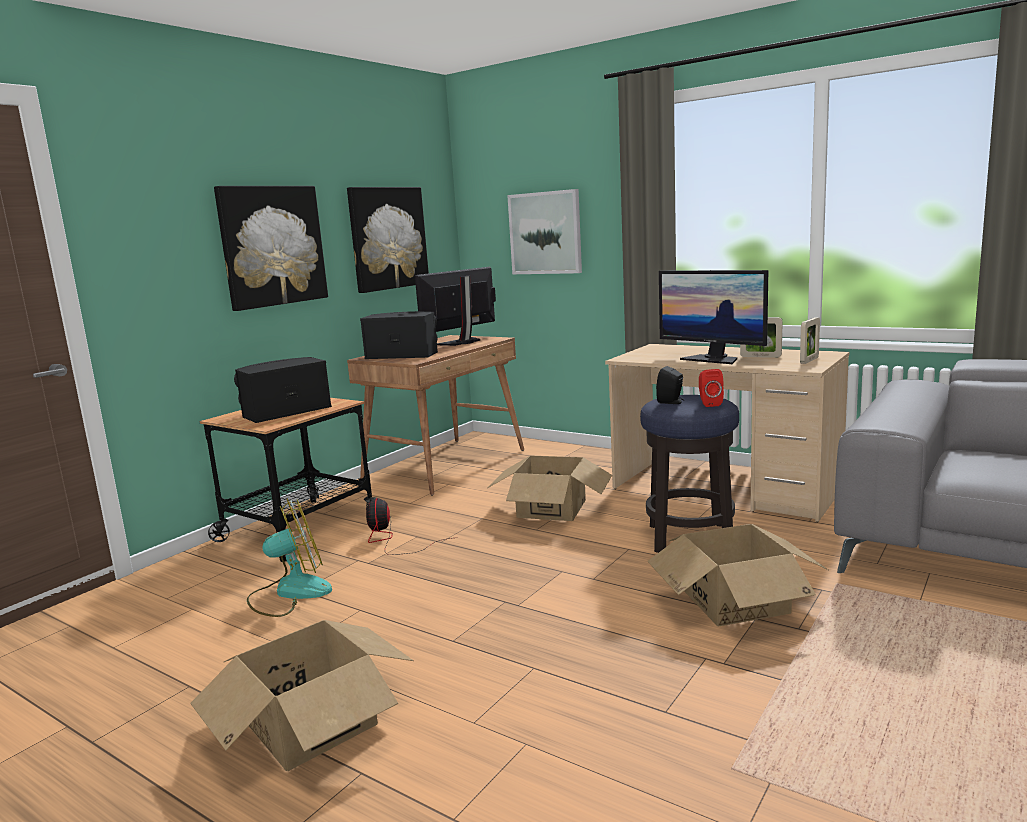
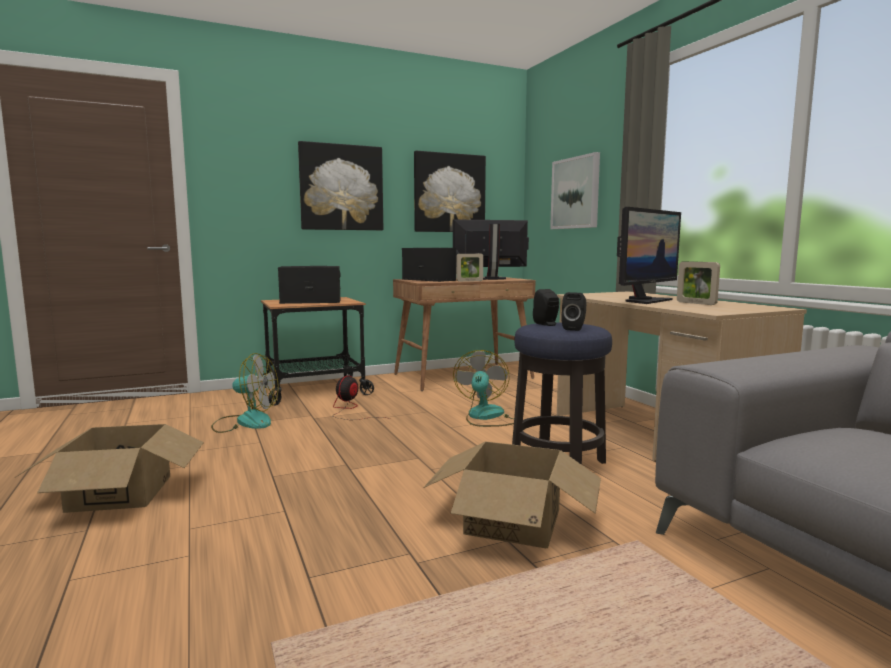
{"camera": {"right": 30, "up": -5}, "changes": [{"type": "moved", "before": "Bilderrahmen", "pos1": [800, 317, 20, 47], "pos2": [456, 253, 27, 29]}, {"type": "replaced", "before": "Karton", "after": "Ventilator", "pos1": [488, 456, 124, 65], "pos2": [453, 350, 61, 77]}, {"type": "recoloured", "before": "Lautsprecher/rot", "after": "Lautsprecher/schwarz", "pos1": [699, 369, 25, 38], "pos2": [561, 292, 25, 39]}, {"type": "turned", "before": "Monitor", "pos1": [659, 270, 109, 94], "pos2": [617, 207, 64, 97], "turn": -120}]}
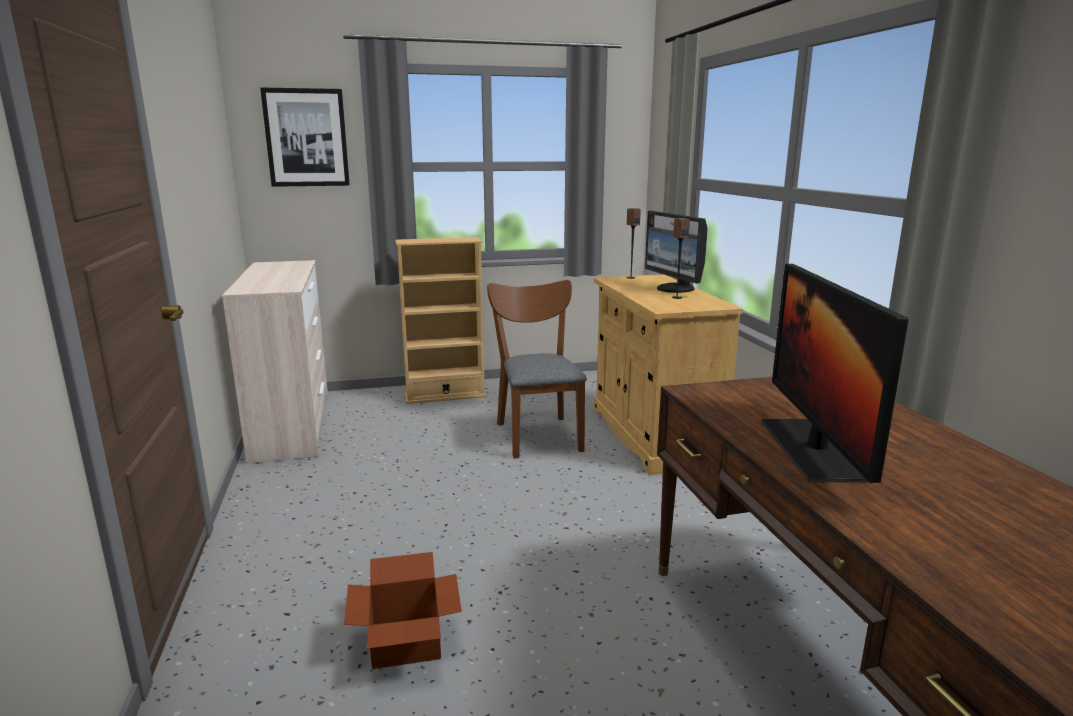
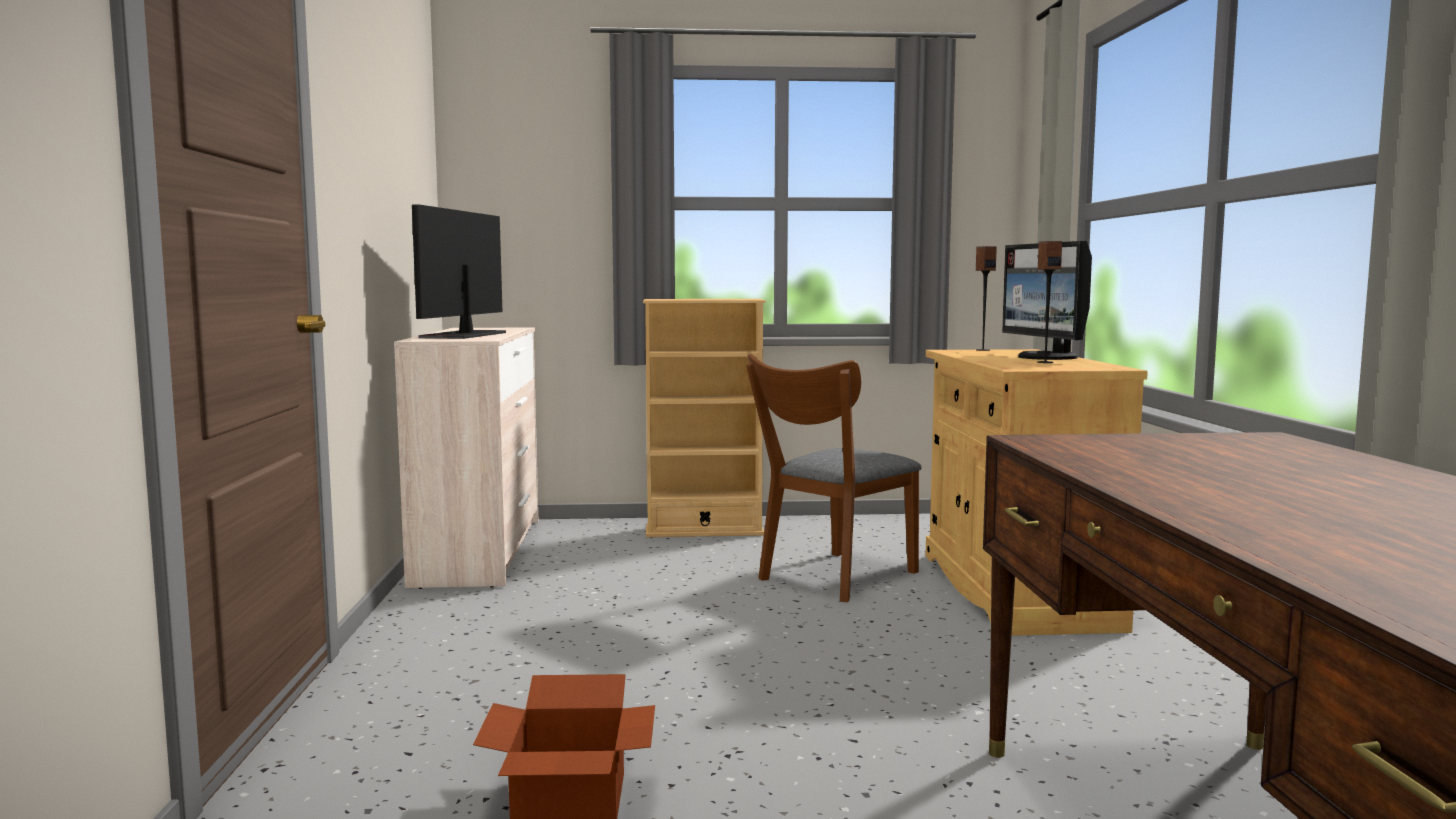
{"camera": {"right": 10, "up": -10}, "changes": [{"type": "removed", "before": "Bild", "pos1": [260, 87, 90, 100]}, {"type": "moved", "before": "Monitor", "pos1": [761, 264, 148, 219], "pos2": [412, 204, 94, 135]}, {"type": "turned", "before": "Stuhl/braun", "pos1": [487, 280, 100, 179], "pos2": [746, 353, 175, 249], "turn": -135}]}
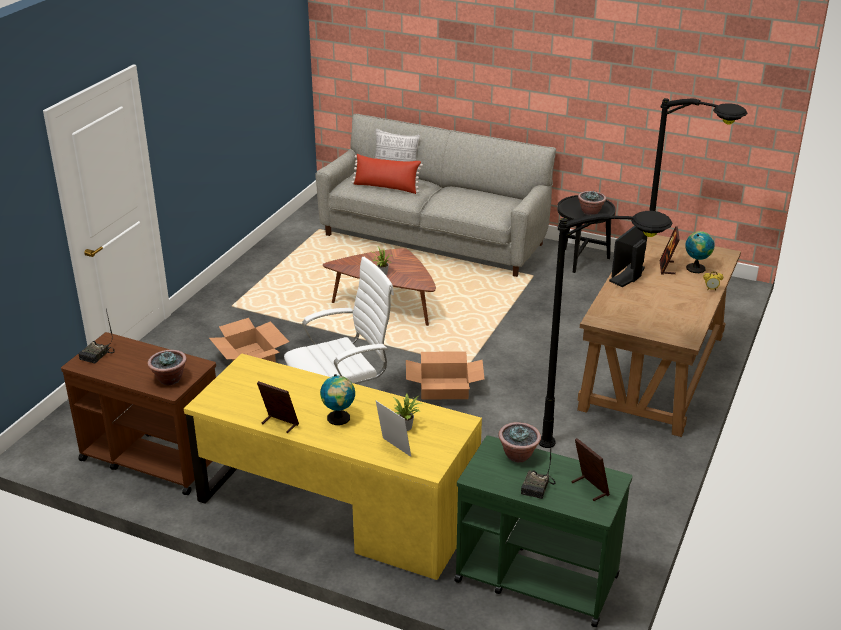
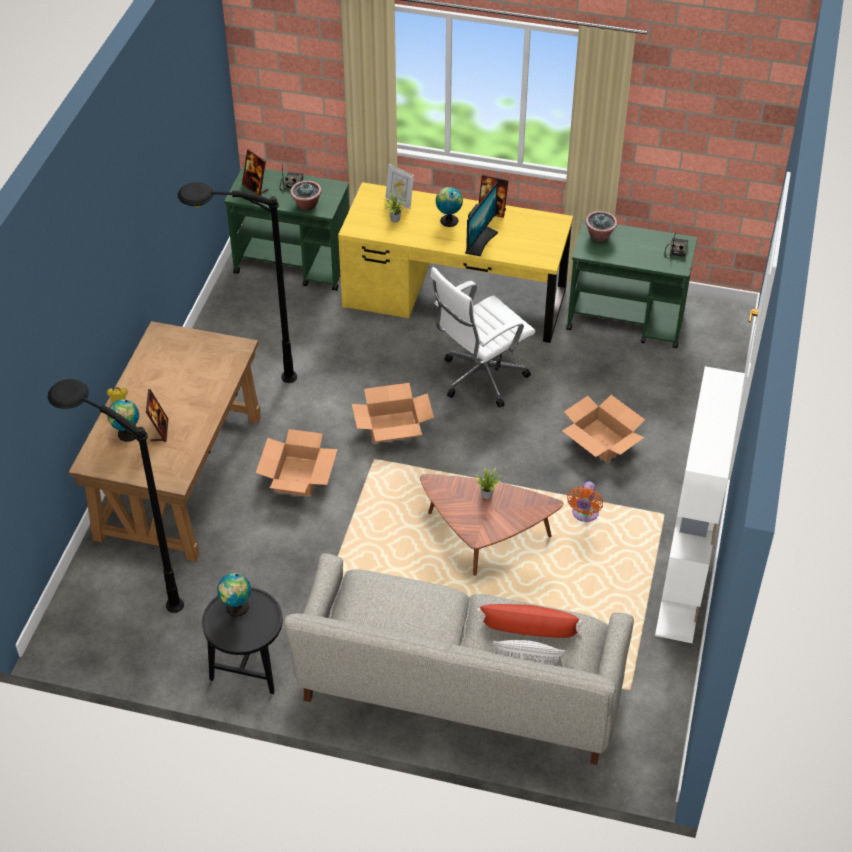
{"camera": {"right": 170, "up": 15}, "changes": [{"type": "added", "after": "Karton", "pos2": [256, 429, 82, 68]}, {"type": "added", "after": "Ventilator/orange", "pos2": [567, 481, 36, 41]}, {"type": "added", "after": "Bücherregal/weiß", "pos2": [655, 366, 90, 277]}, {"type": "moved", "before": "Monitor", "pos1": [609, 225, 38, 62], "pos2": [465, 182, 33, 74]}, {"type": "replaced", "before": "Topfpflanze", "after": "Globus", "pos1": [578, 191, 28, 24], "pos2": [217, 573, 34, 44]}, {"type": "recoloured", "before": "Rollwagen/braun", "after": "Rollwagen/grün", "pos1": [61, 332, 155, 163], "pos2": [566, 219, 131, 129]}]}
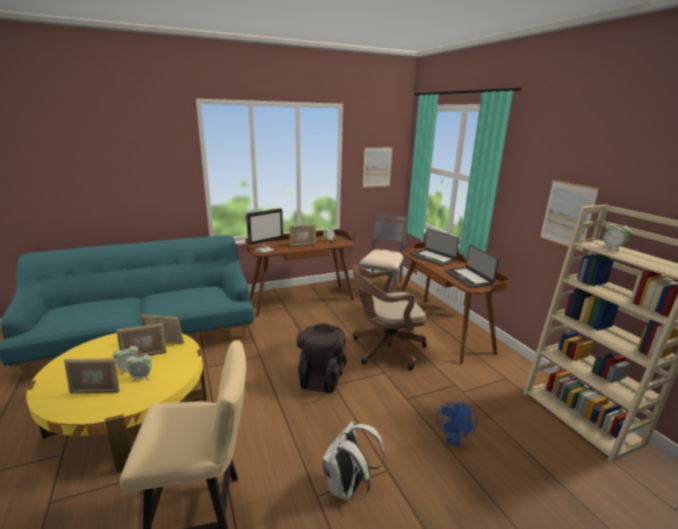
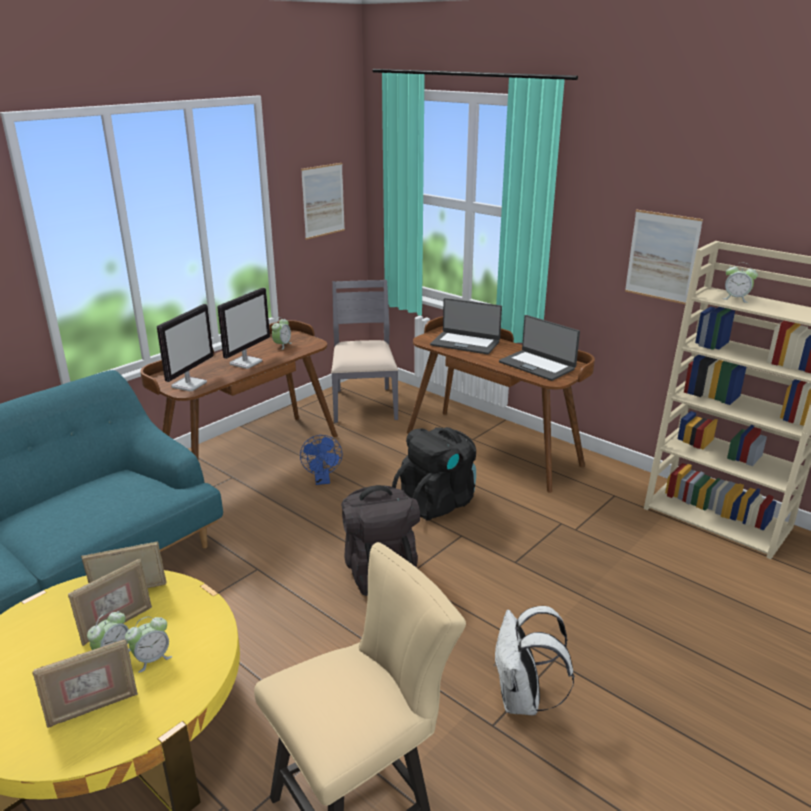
{"camera": {"right": -25, "up": 5}, "changes": [{"type": "moved", "before": "Ventilator/blau", "pos1": [437, 401, 40, 45], "pos2": [300, 435, 43, 50]}, {"type": "replaced", "before": "Bilderrahmen", "after": "Monitor", "pos1": [289, 224, 27, 23], "pos2": [217, 288, 53, 81]}, {"type": "replaced", "before": "Bürostuhl/braun", "after": "Rucksack/schwarz", "pos1": [352, 265, 75, 105], "pos2": [392, 427, 84, 94]}]}
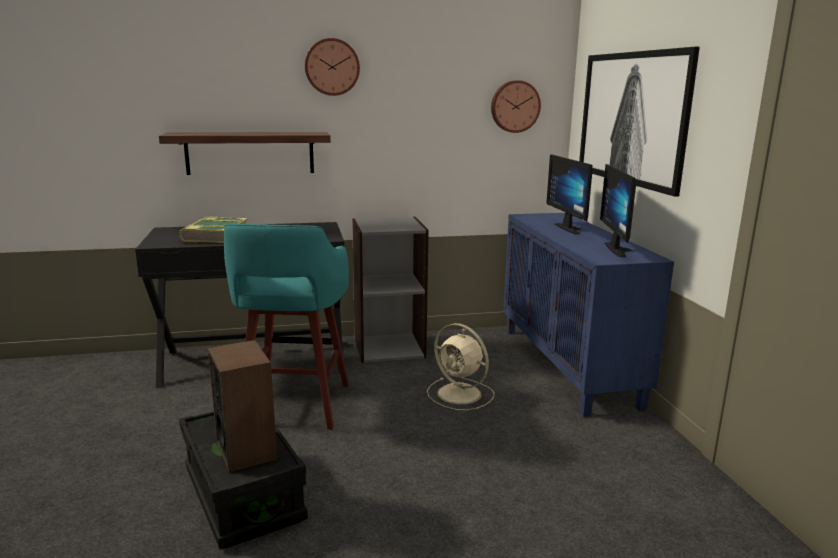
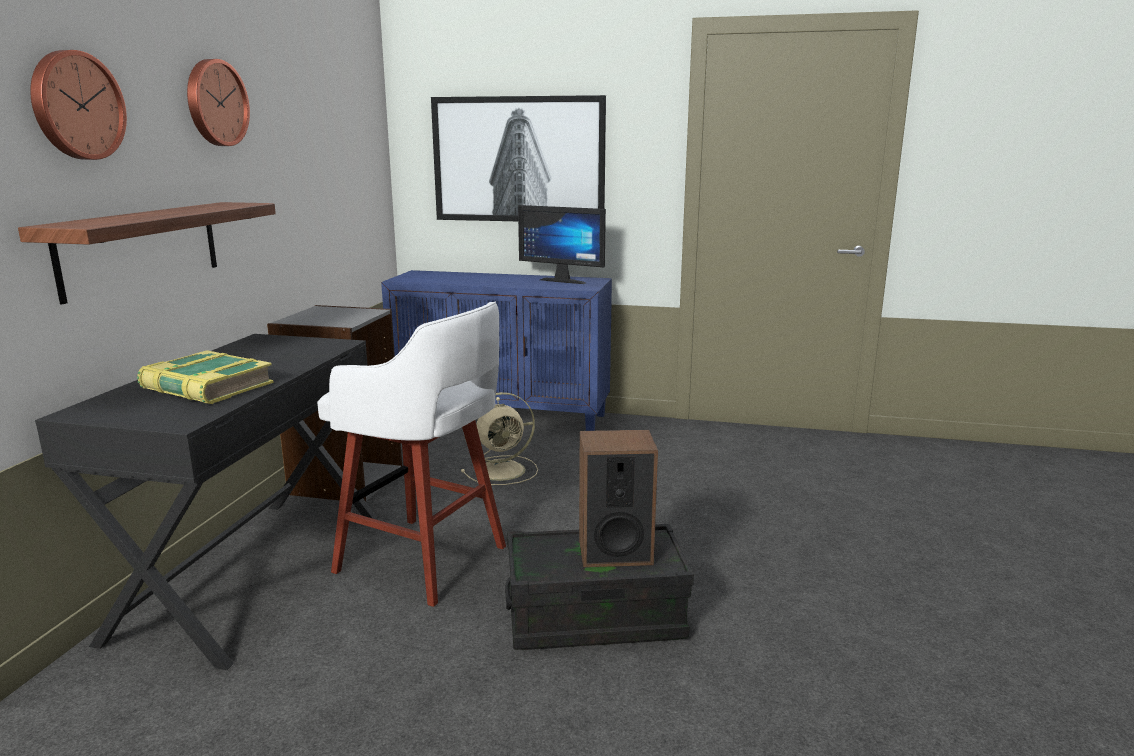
{"camera": {"right": -65, "up": 0}, "changes": [{"type": "removed", "before": "Monitor", "pos1": [546, 154, 47, 81]}, {"type": "moved", "before": "Wanduhr", "pos1": [491, 80, 50, 53], "pos2": [30, 50, 97, 110]}, {"type": "recoloured", "before": "Hocker/türkis", "after": "Hocker/weiß", "pos1": [224, 224, 125, 206], "pos2": [317, 302, 189, 305]}]}
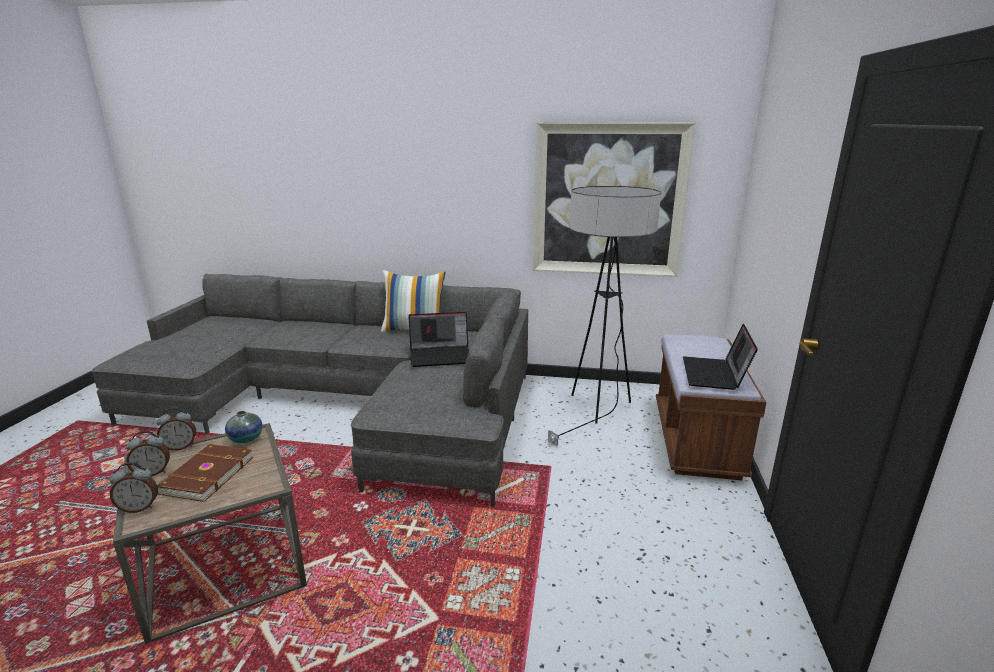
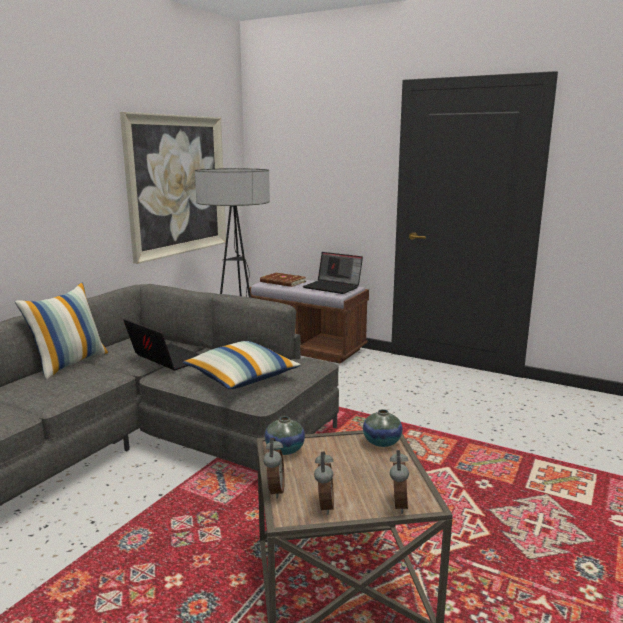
{"camera": {"right": -70, "up": -5}, "changes": [{"type": "added", "after": "Kissen", "pos2": [183, 341, 118, 48]}, {"type": "added", "after": "Vase", "pos2": [363, 409, 40, 38]}, {"type": "moved", "before": "Buch/braun", "pos1": [157, 444, 97, 58], "pos2": [260, 273, 46, 14]}, {"type": "turned", "before": "Laptop", "pos1": [408, 312, 61, 55], "pos2": [123, 319, 77, 51], "turn": -60}]}
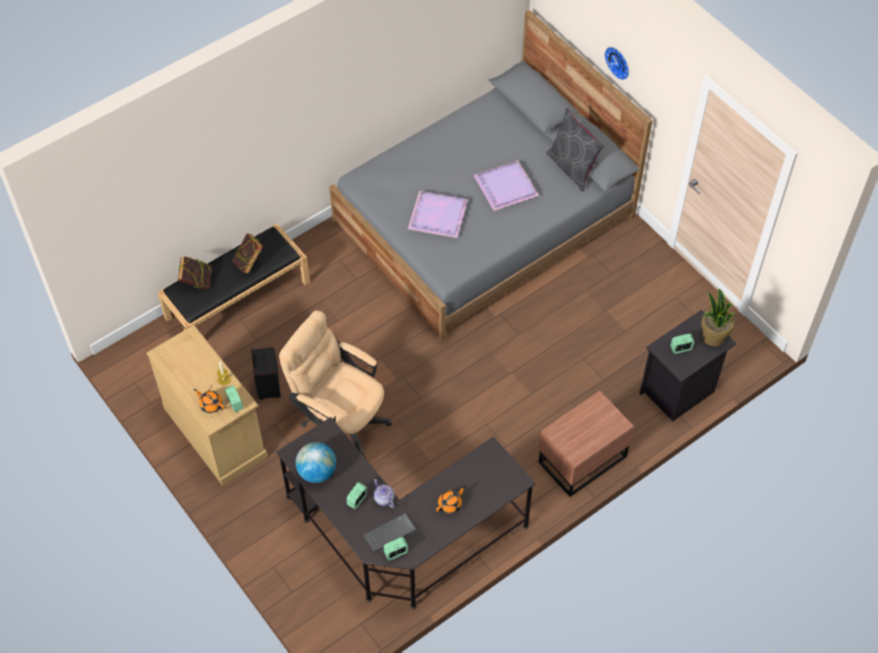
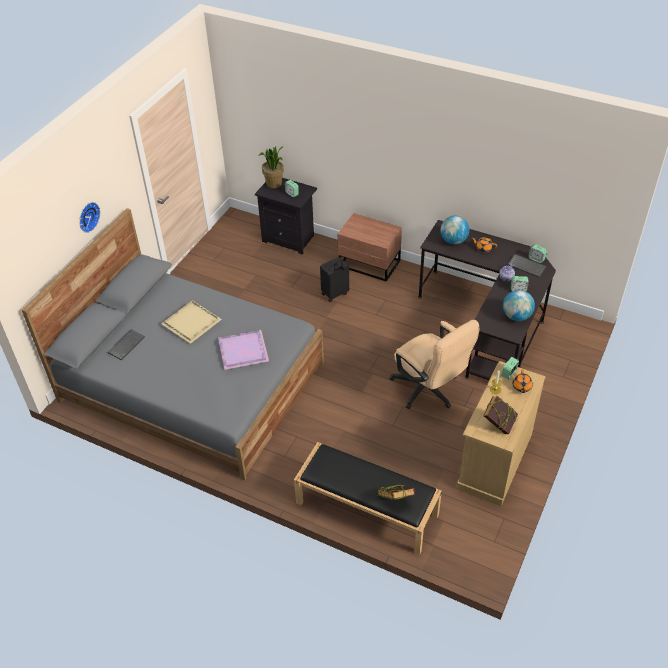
{"camera": {"right": -115, "up": -10}, "changes": [{"type": "removed", "before": "Kissen/grau", "pos1": [546, 108, 58, 83]}, {"type": "added", "after": "Tastatur", "pos2": [108, 329, 37, 31]}, {"type": "added", "after": "Globus", "pos2": [441, 216, 28, 28]}, {"type": "moved", "before": "Buch", "pos1": [233, 233, 30, 41], "pos2": [483, 396, 35, 38]}, {"type": "moved", "before": "Koffer/schwarz", "pos1": [251, 347, 30, 53], "pos2": [320, 257, 29, 45]}, {"type": "recoloured", "before": "Tablett/lila", "after": "Tablett/beige", "pos1": [473, 160, 66, 51], "pos2": [161, 300, 61, 44]}, {"type": "turned", "before": "Bürostuhl/beige", "pos1": [279, 310, 113, 149], "pos2": [389, 320, 91, 89], "turn": -45}]}
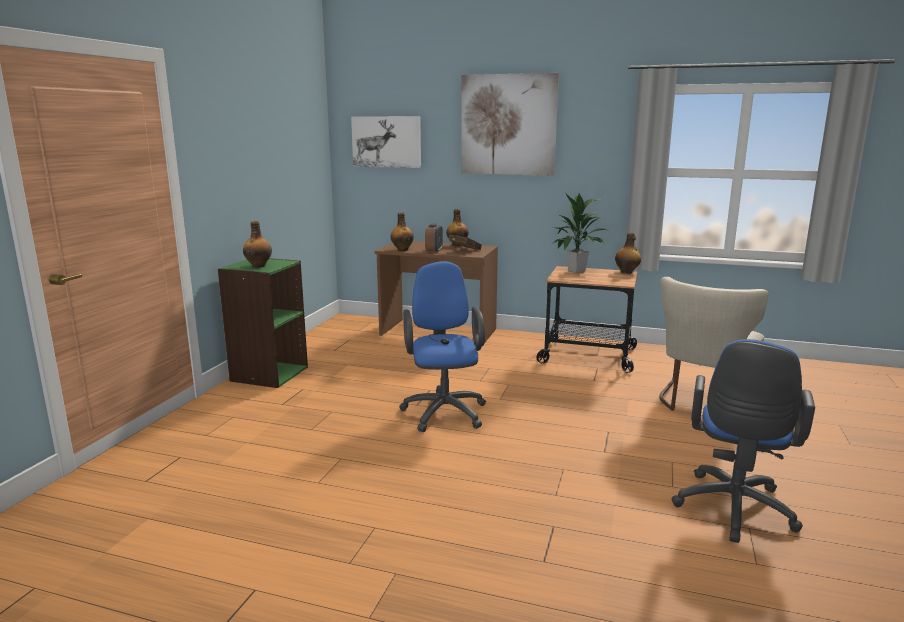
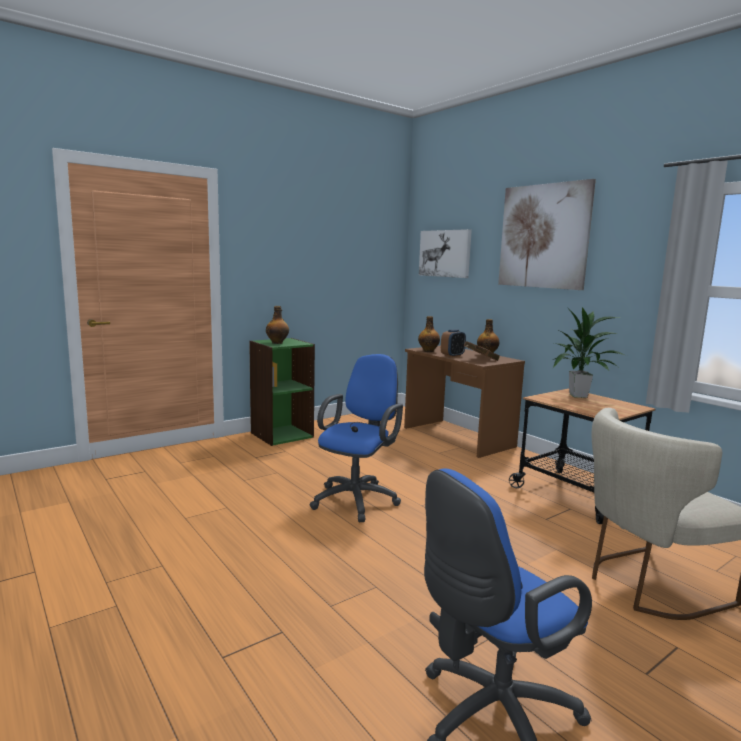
{"camera": {"right": 35, "up": -5}, "changes": [{"type": "removed", "before": "Flasche", "pos1": [615, 233, 26, 41]}]}
